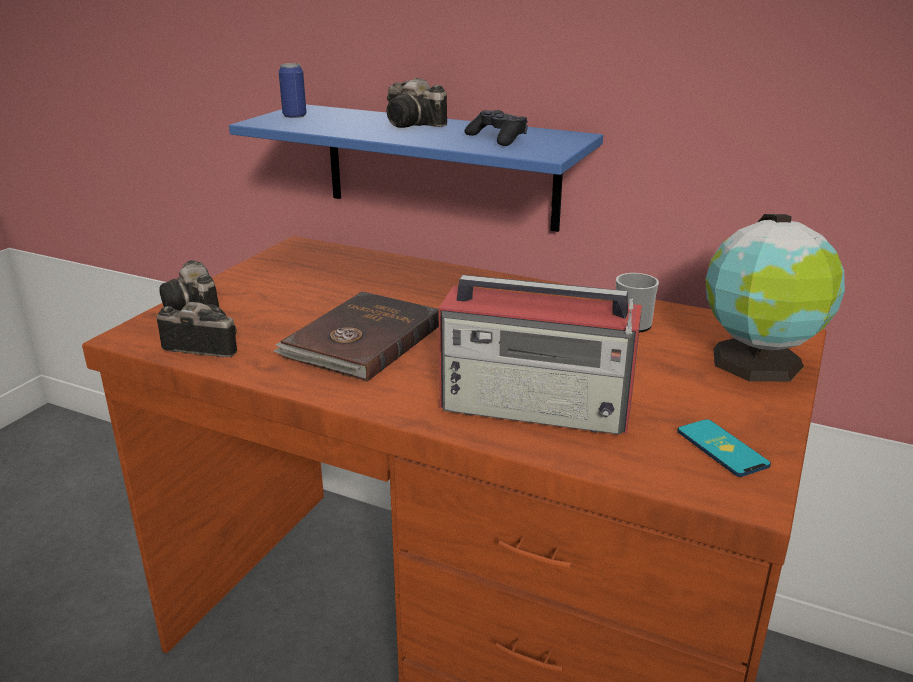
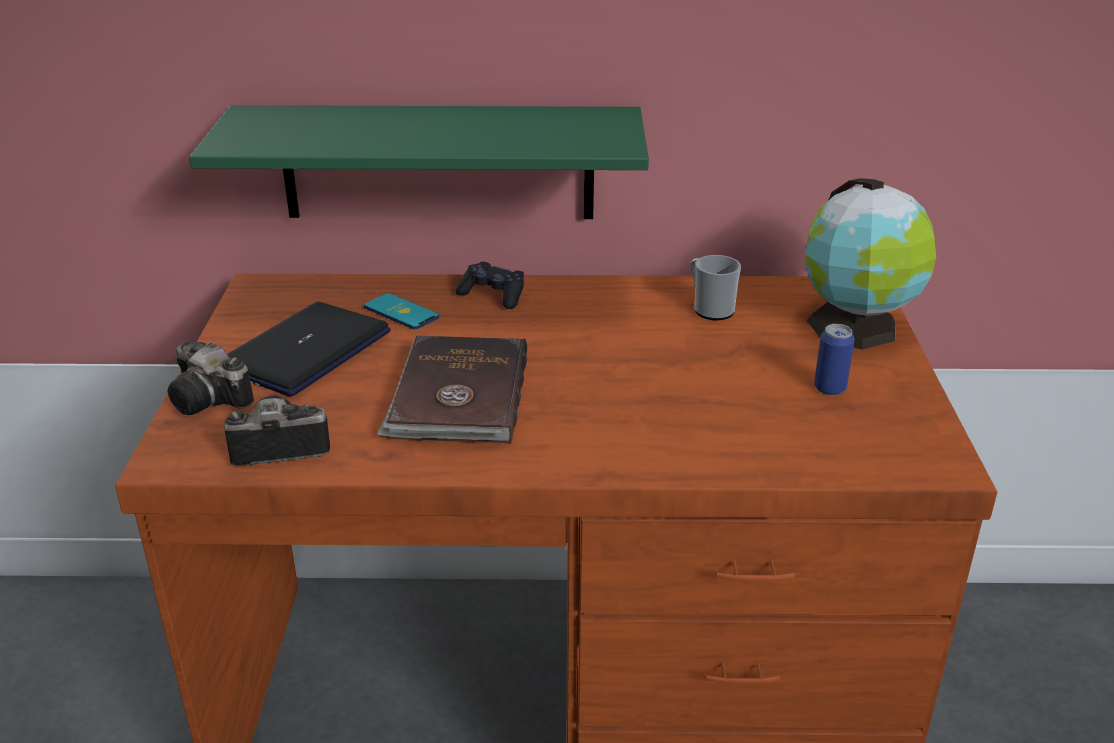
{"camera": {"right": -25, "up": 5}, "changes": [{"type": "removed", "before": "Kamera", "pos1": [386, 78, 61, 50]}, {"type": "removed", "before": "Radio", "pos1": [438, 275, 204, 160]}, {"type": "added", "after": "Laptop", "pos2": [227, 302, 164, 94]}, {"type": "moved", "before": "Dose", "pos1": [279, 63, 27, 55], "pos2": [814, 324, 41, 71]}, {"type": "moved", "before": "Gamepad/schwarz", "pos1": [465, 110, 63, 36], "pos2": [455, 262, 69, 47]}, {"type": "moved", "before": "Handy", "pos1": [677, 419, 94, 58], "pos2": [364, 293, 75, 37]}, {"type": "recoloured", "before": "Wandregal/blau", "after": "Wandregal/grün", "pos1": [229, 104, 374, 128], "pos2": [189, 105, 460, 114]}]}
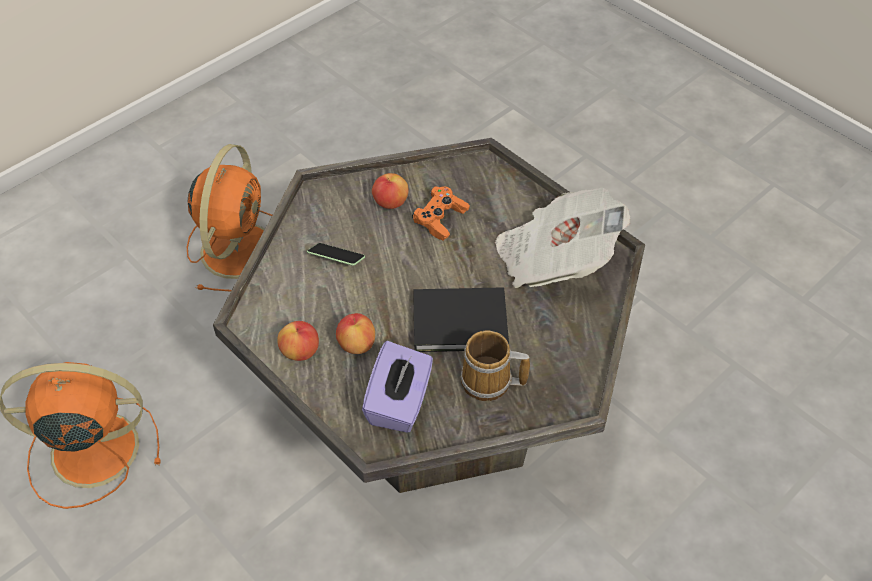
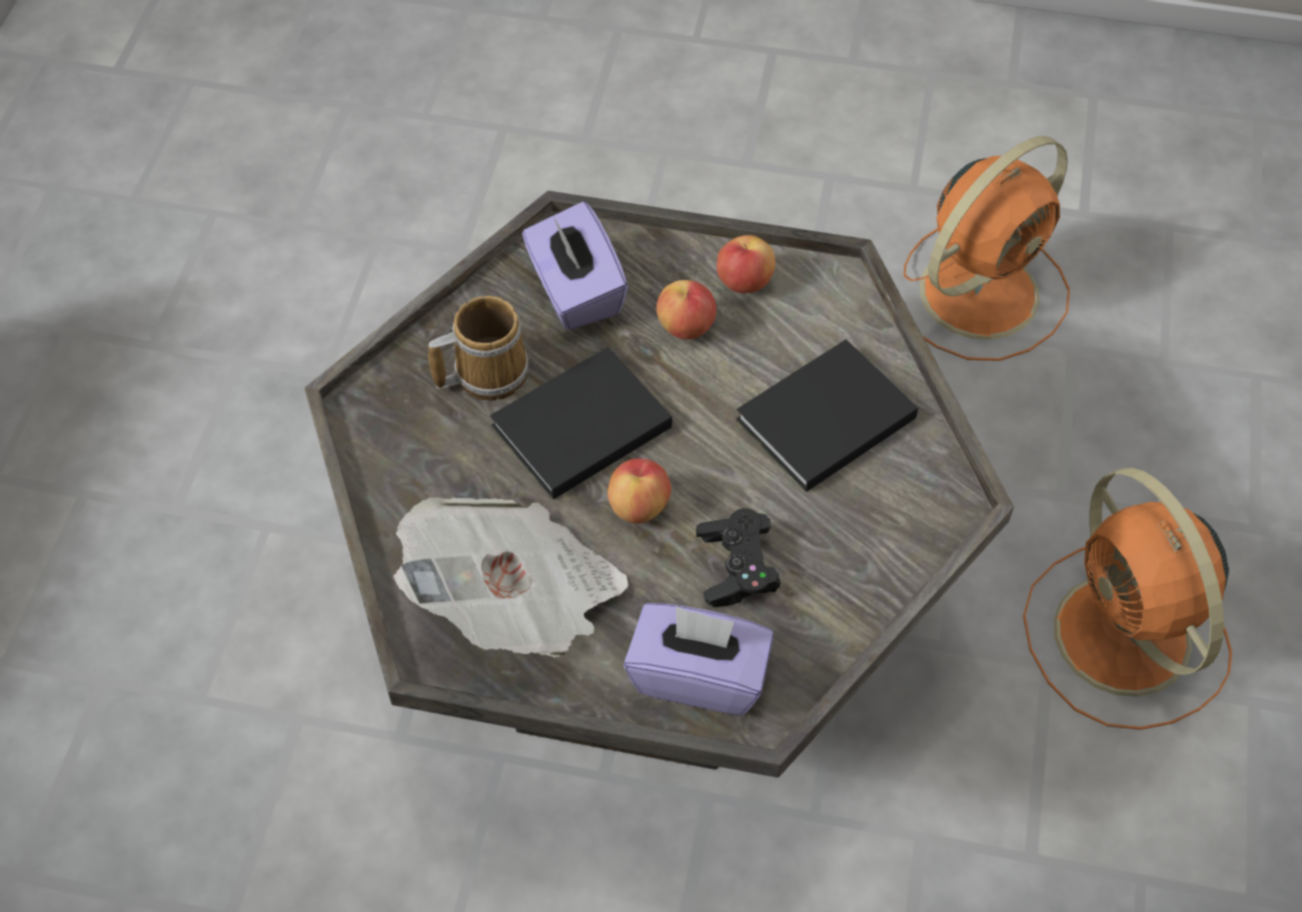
{"camera": {"right": 145, "up": 5}, "changes": [{"type": "added", "after": "Taschentuchbox/lila", "pos2": [624, 603, 150, 112]}, {"type": "moved", "before": "Apfel", "pos1": [372, 173, 37, 36], "pos2": [607, 458, 64, 66]}, {"type": "replaced", "before": "Handy", "after": "Buch/schwarz", "pos1": [307, 243, 58, 22], "pos2": [736, 339, 182, 153]}, {"type": "recoloured", "before": "Gamepad/orange", "after": "Gamepad/schwarz", "pos1": [412, 186, 58, 55], "pos2": [696, 508, 85, 99]}]}
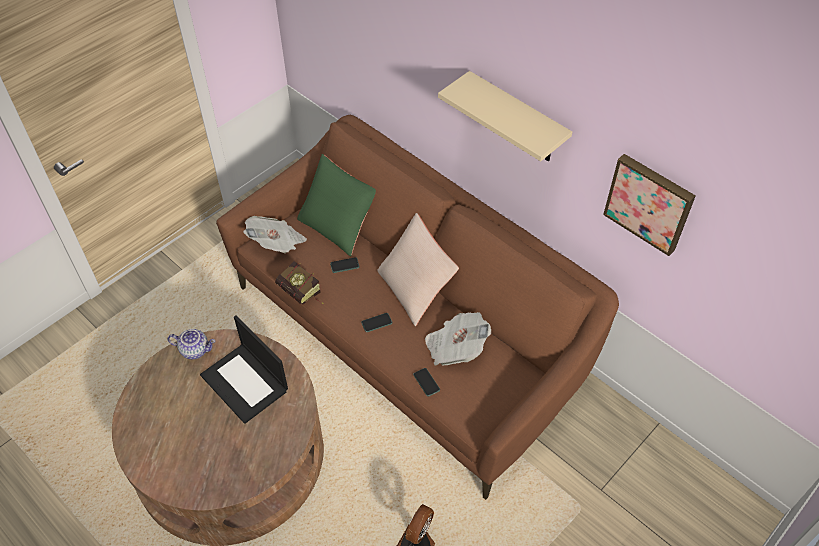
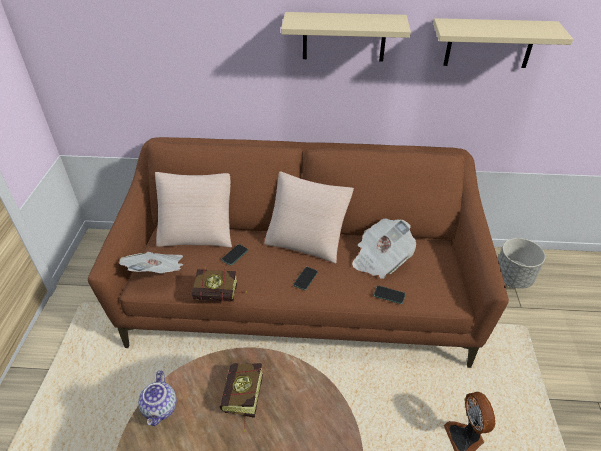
{"camera": {"right": -40, "up": -10}, "changes": [{"type": "added", "after": "Pflanzkübel/grau", "pos2": [498, 238, 47, 51]}, {"type": "replaced", "before": "Laptop", "after": "Buch", "pos1": [200, 316, 88, 108], "pos2": [219, 363, 44, 69]}, {"type": "replaced", "before": "Bild", "after": "Wandregal/beige", "pos1": [603, 154, 93, 102], "pos2": [433, 18, 140, 50]}, {"type": "recoloured", "before": "Kissen/grün", "after": "Kissen/beige", "pos1": [297, 154, 79, 102], "pos2": [155, 172, 77, 75]}, {"type": "turned", "before": "Teekanne", "pos1": [167, 329, 49, 30], "pos2": [138, 370, 39, 56], "turn": 120}]}
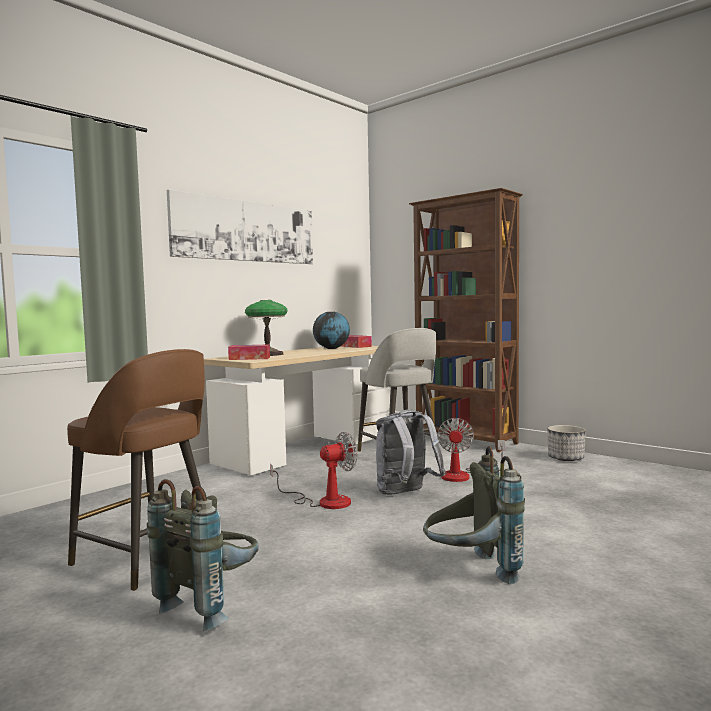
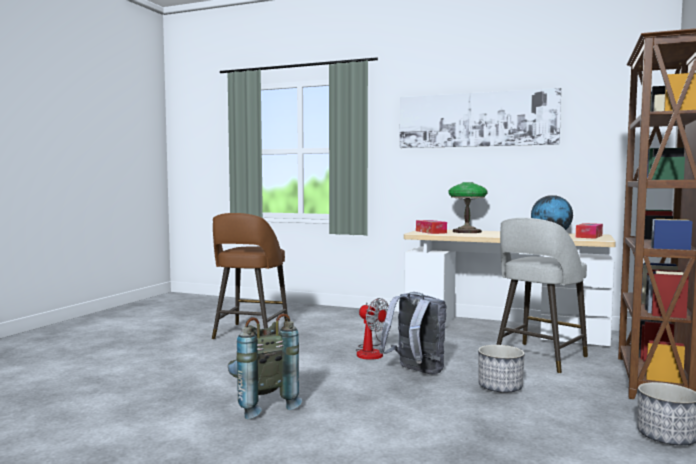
{"camera": {"right": 70, "up": 0}, "changes": [{"type": "removed", "before": "Rucksack/grau", "pos1": [147, 479, 112, 152]}, {"type": "replaced", "before": "Ventilator", "after": "Pflanzkübel", "pos1": [437, 418, 68, 64], "pos2": [478, 345, 47, 48]}]}
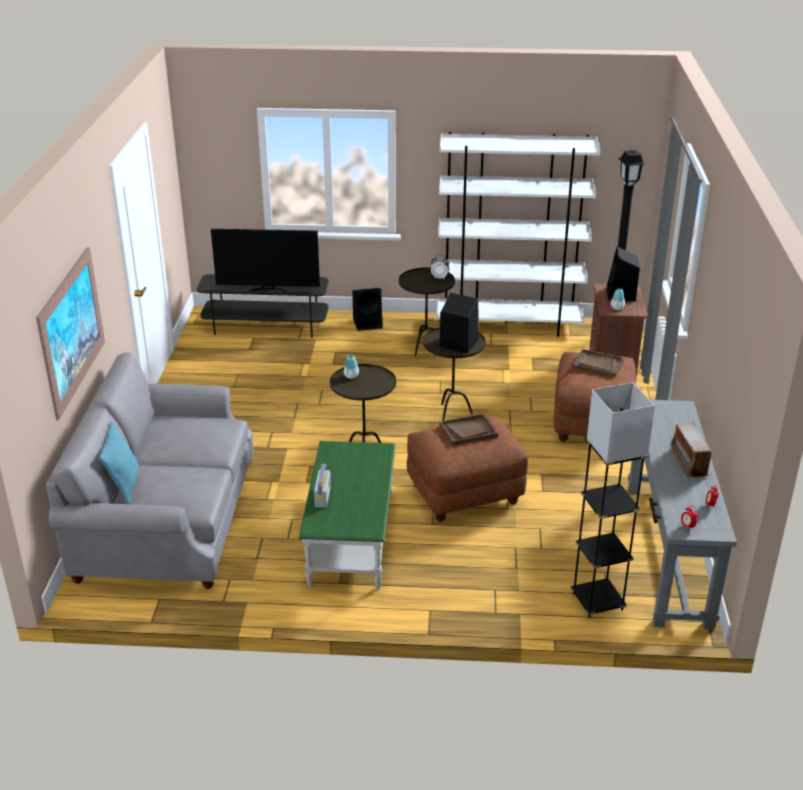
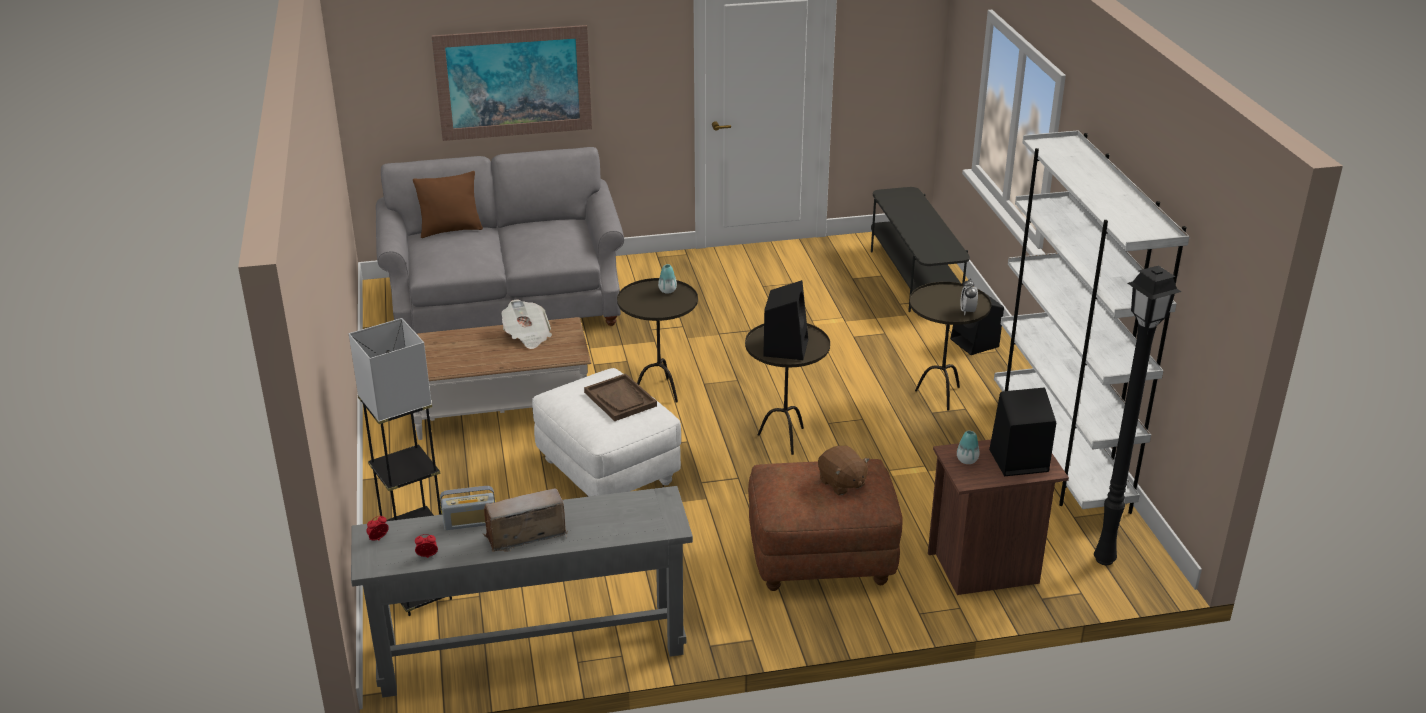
{"camera": {"right": 75, "up": 0}, "changes": [{"type": "removed", "before": "Fernseher", "pos1": [211, 229, 109, 63]}, {"type": "added", "after": "Zeitung", "pos2": [501, 299, 51, 50]}, {"type": "moved", "before": "Radio", "pos1": [314, 464, 17, 44], "pos2": [440, 486, 56, 44]}, {"type": "replaced", "before": "Tablett/braun", "after": "Plüschtier/braun", "pos1": [572, 349, 52, 28], "pos2": [818, 446, 52, 49]}, {"type": "recoloured", "before": "Kissen/türkis", "after": "Kissen/braun", "pos1": [99, 421, 41, 83], "pos2": [413, 171, 70, 67]}, {"type": "recoloured", "before": "Couchtisch/grün", "after": "Couchtisch/braun", "pos1": [298, 441, 98, 149], "pos2": [413, 317, 178, 123]}, {"type": "recoloured", "before": "Polsterhocker/braun", "after": "Polsterhocker/weiß", "pos1": [407, 416, 121, 106], "pos2": [532, 368, 149, 128]}]}
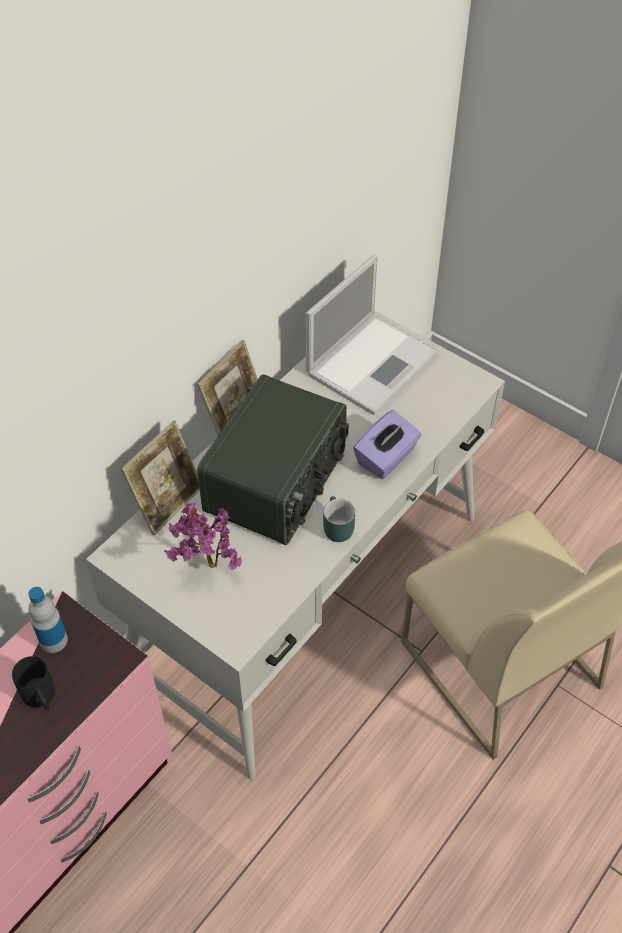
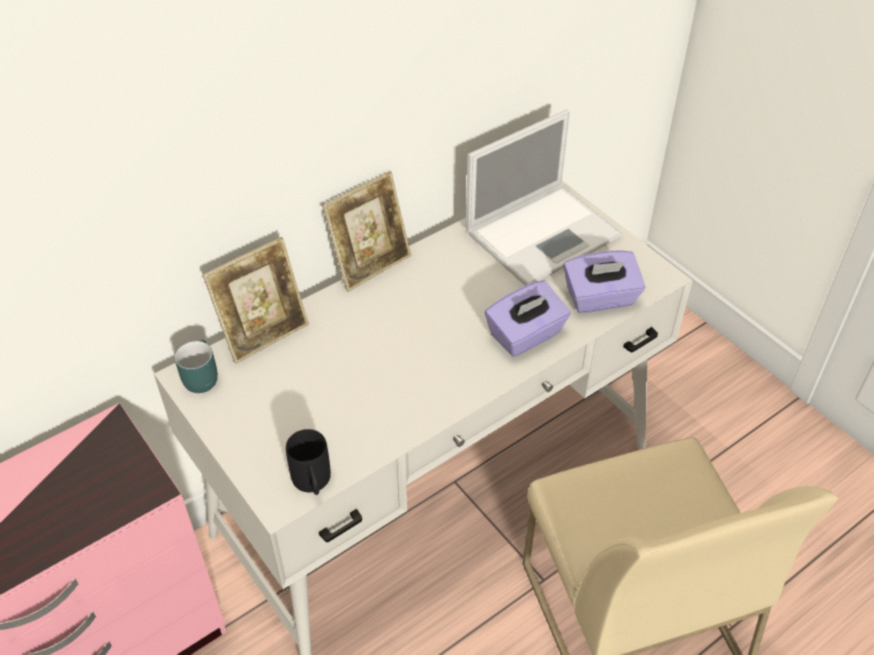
{"camera": {"right": 15, "up": -5}, "changes": [{"type": "removed", "before": "Flasche", "pos1": [28, 587, 40, 66]}, {"type": "removed", "before": "Topfpflanze", "pos1": [164, 503, 78, 67]}, {"type": "removed", "before": "Radio", "pos1": [197, 374, 152, 171]}, {"type": "added", "after": "Taschentuchbox/lila", "pos2": [563, 250, 82, 63]}, {"type": "moved", "before": "Henkelbecher/schwarz", "pos1": [12, 656, 43, 54], "pos2": [286, 429, 45, 66]}, {"type": "moved", "before": "Henkelbecher/türkis", "pos1": [323, 496, 32, 46], "pos2": [174, 340, 44, 53]}]}
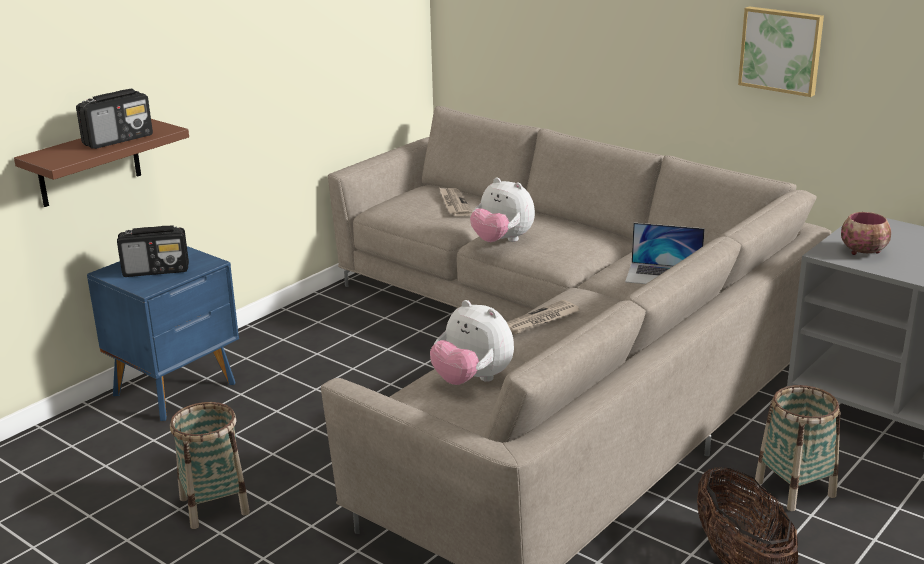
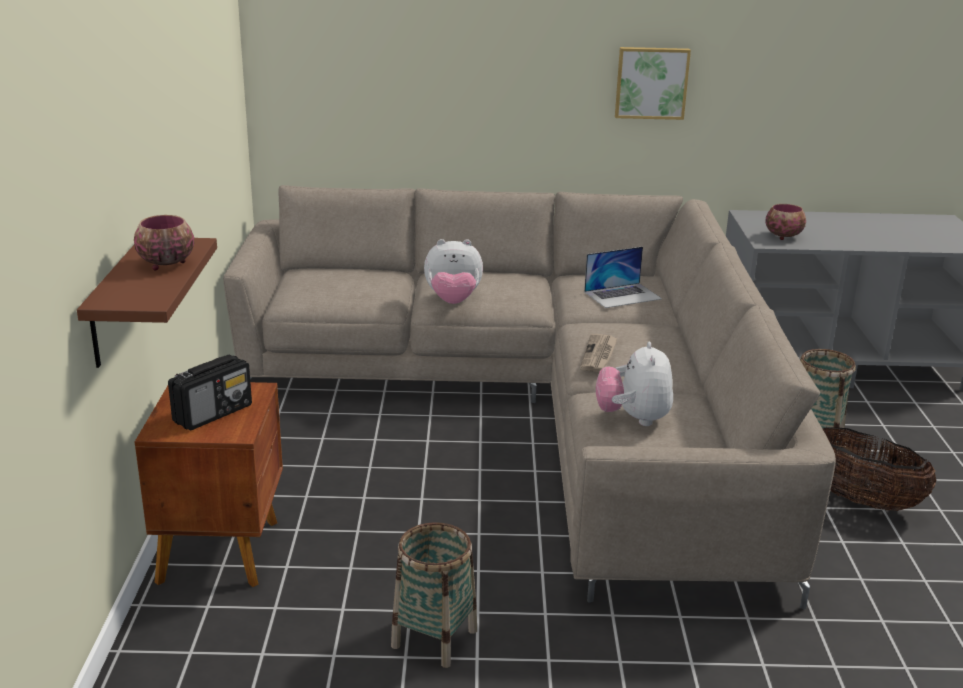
{"camera": {"right": -40, "up": 0}, "changes": [{"type": "removed", "before": "Zeitung", "pos1": [439, 188, 34, 29]}, {"type": "replaced", "before": "Radio", "after": "Schüssel", "pos1": [76, 89, 77, 60], "pos2": [134, 215, 60, 55]}, {"type": "recoloured", "before": "Nachttisch/blau", "after": "Nachttisch/braun", "pos1": [87, 246, 152, 175], "pos2": [135, 382, 148, 205]}, {"type": "turned", "before": "Plüschtier", "pos1": [430, 300, 84, 85], "pos2": [596, 342, 77, 84], "turn": 90}]}
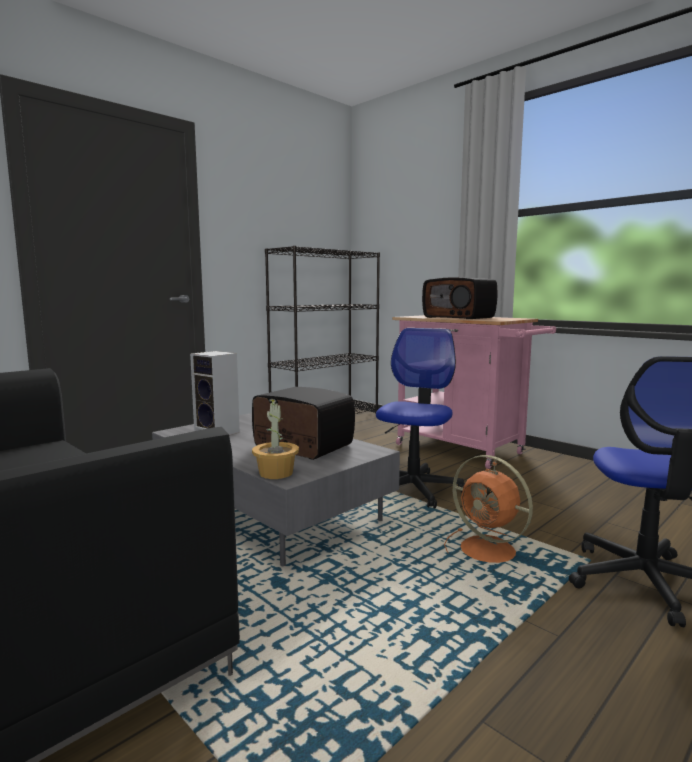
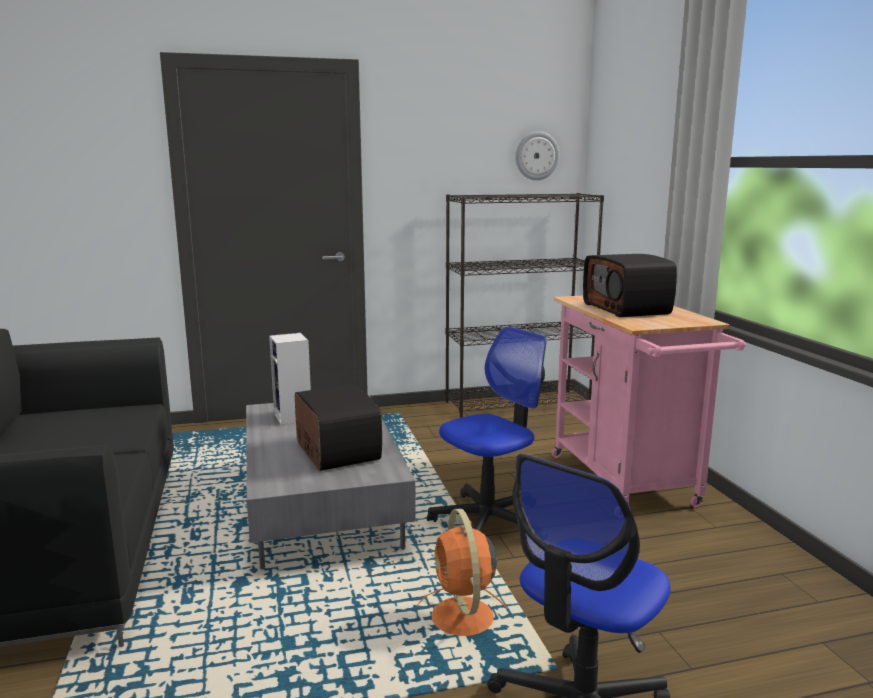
{"camera": {"right": 30, "up": 5}, "changes": [{"type": "removed", "before": "Topfpflanze", "pos1": [252, 398, 47, 81]}, {"type": "added", "after": "Wanduhr", "pos2": [515, 131, 45, 49]}]}
